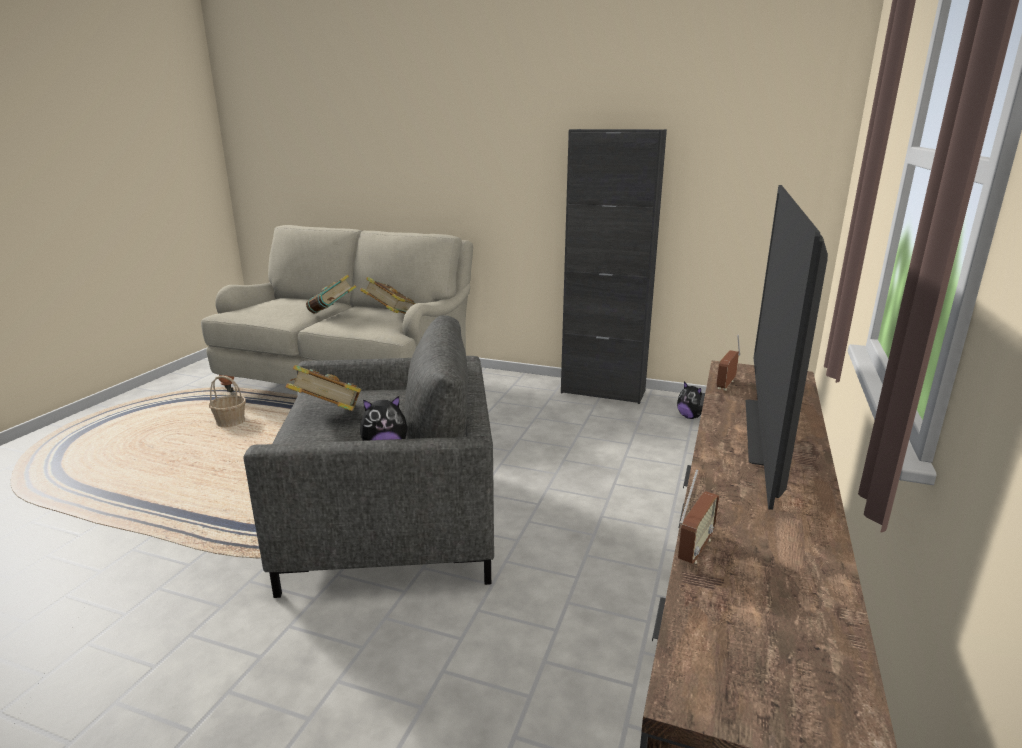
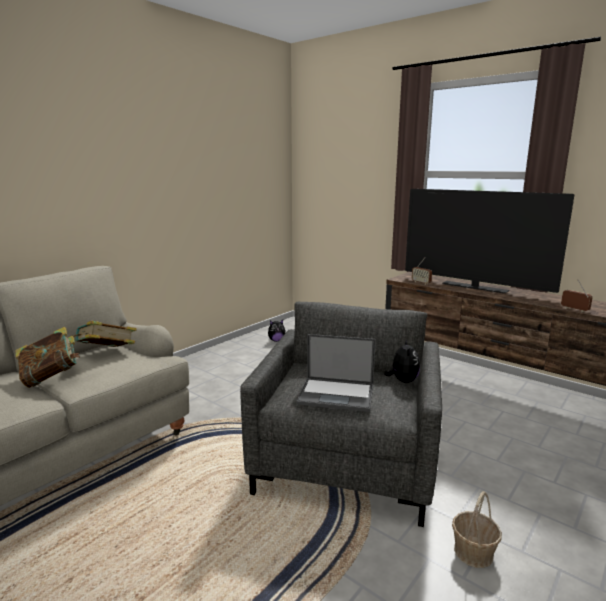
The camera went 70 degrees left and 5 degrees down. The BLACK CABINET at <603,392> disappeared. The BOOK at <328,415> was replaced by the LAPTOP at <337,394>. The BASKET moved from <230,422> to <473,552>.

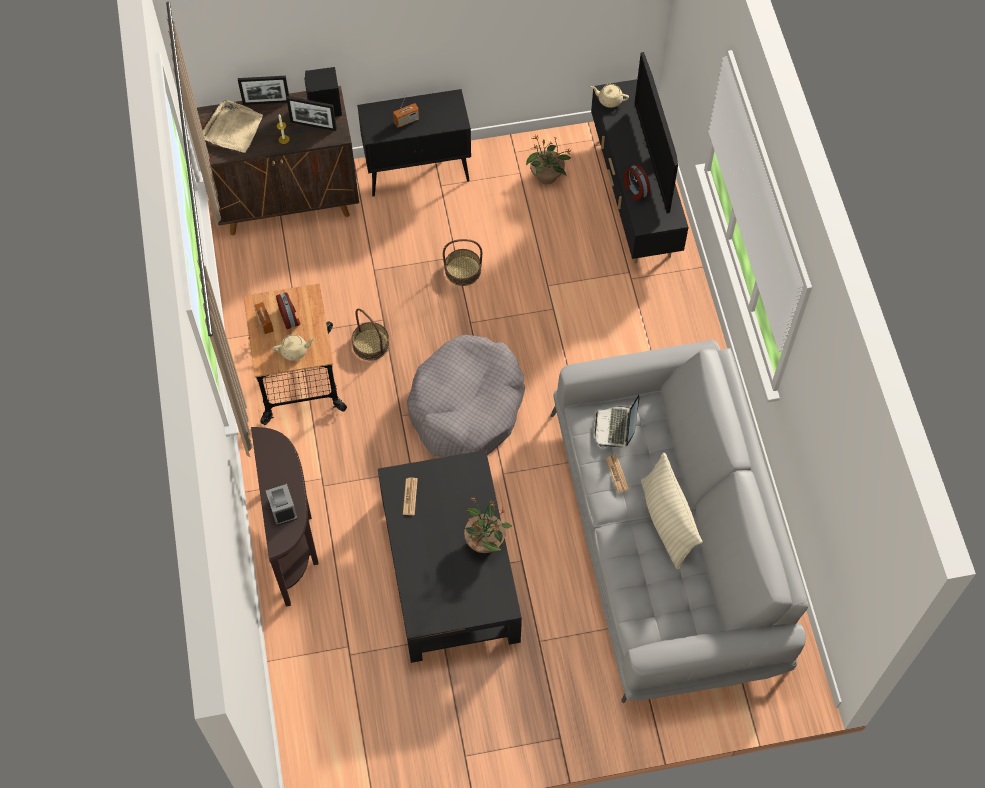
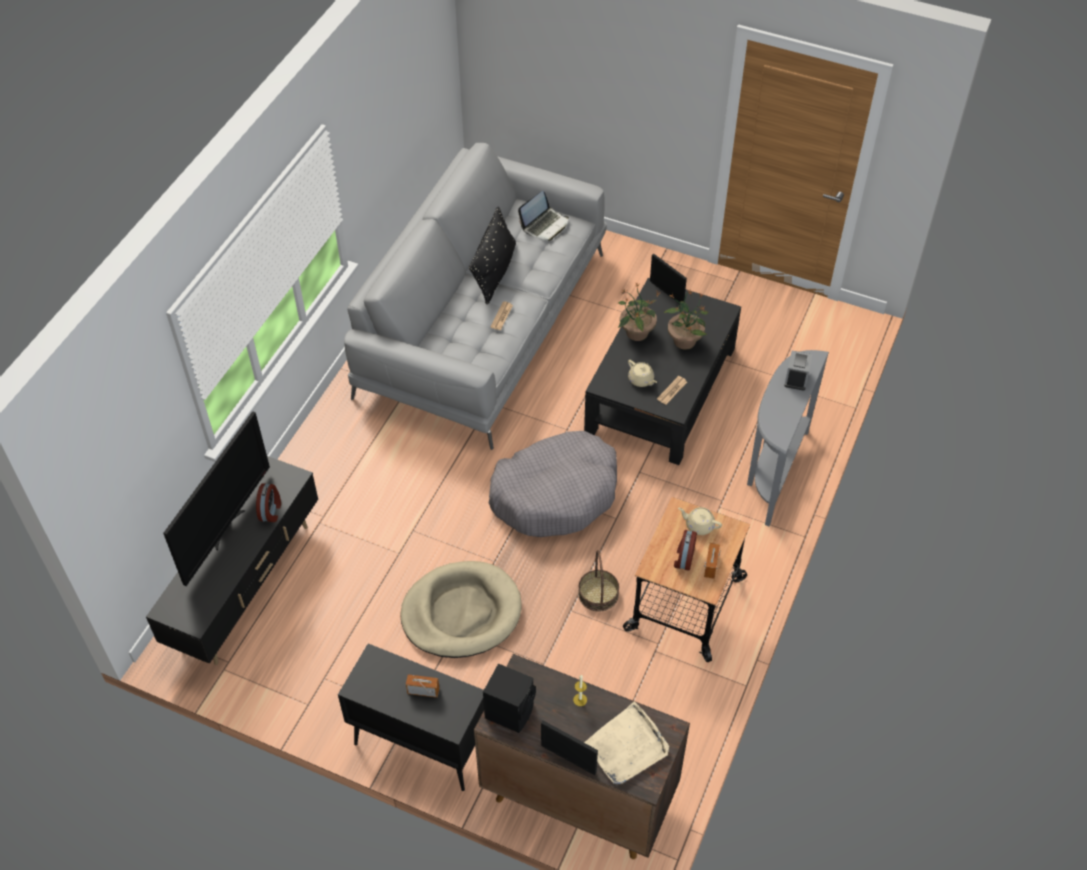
The camera went 145 degrees left and 10 degrees down. The BEIGE TEAPOT moved from <609,100> to <641,380>. The PICTURE FRAME moved from <313,125> to <666,292>. The POTTED PLANT moved from <547,176> to <684,340>. The BASKET at <463,270> was replaced by the BEIGE DOG BED at <461,612>. The LAPTOP moved from <616,427> to <545,225>. The BROWN CONSOLE TABLE at <295,541> became the GREY CONSOLE TABLE at <773,472>. The BEIGE PILLOW at <667,522> became the BLACK PILLOW at <494,272>.

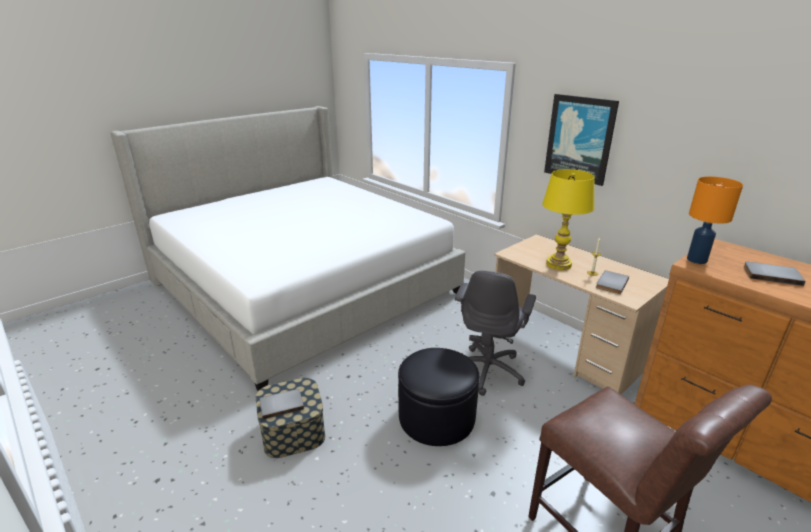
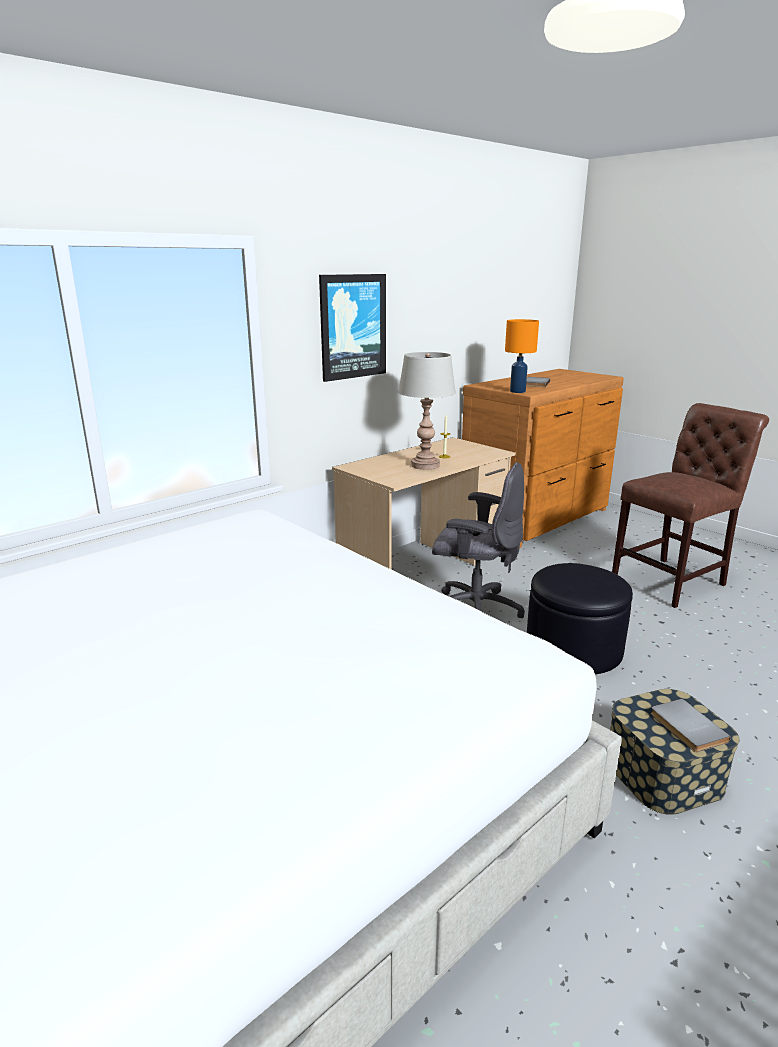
The camera went 90 degrees left and 5 degrees down. The YELLOW TABLE LAMP at <558,264> became the GREY TABLE LAMP at <425,465>. The GREY BOOK at <610,283> disappeared.

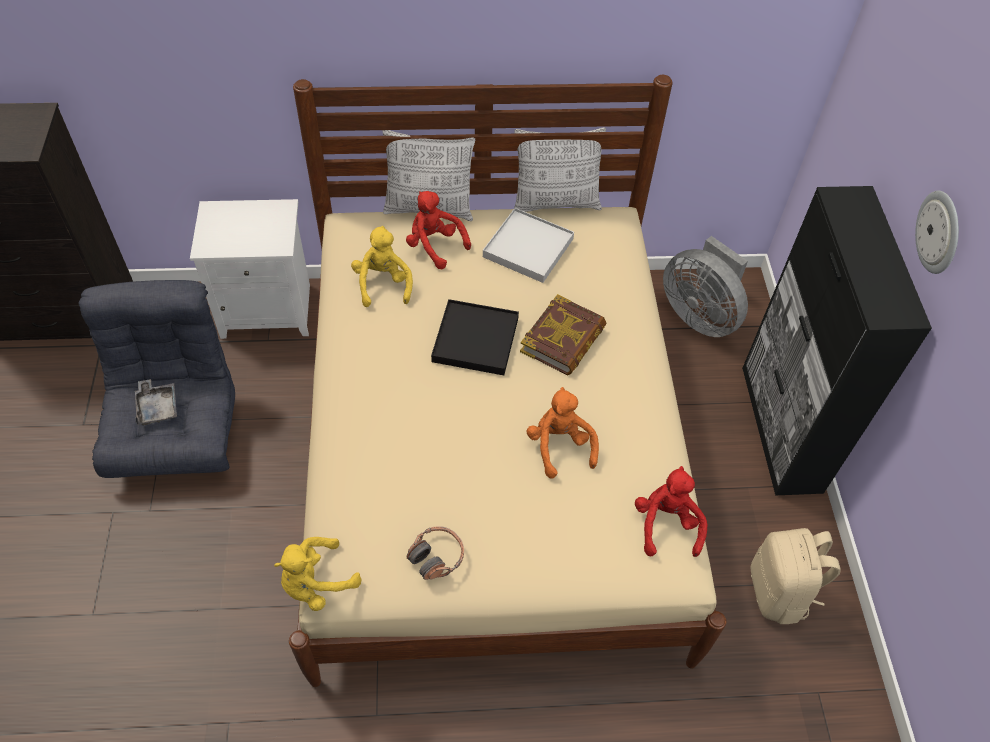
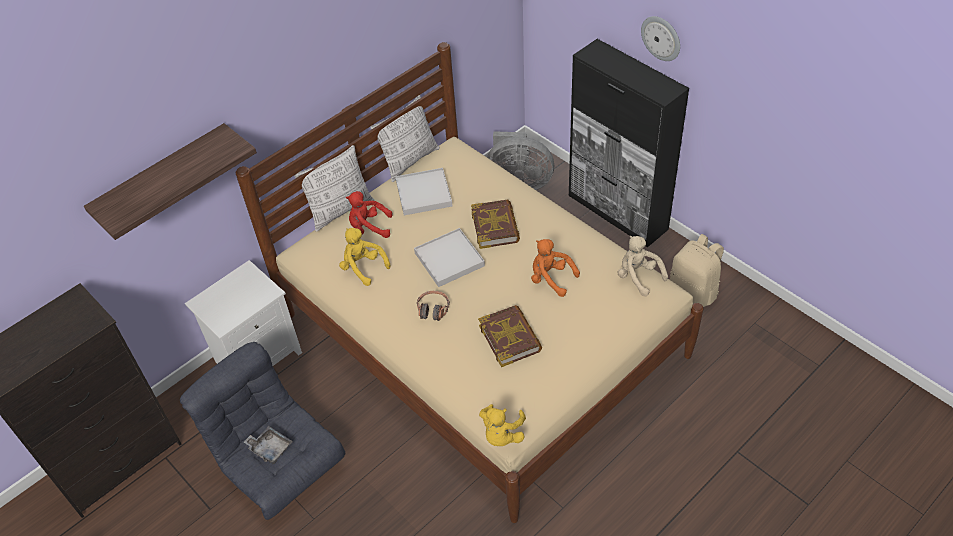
The camera went 35 degrees left and 5 degrees down. The BLACK TRAY at <475,340> became the WHITE TRAY at <449,259>. The RED PLUSH TOY at <666,524> became the BEIGE PLUSH TOY at <638,277>. The HEADPHONES moved from <436,557> to <433,309>. The SHELF at <162,178> appeared. The BOOK at <510,338> appeared.

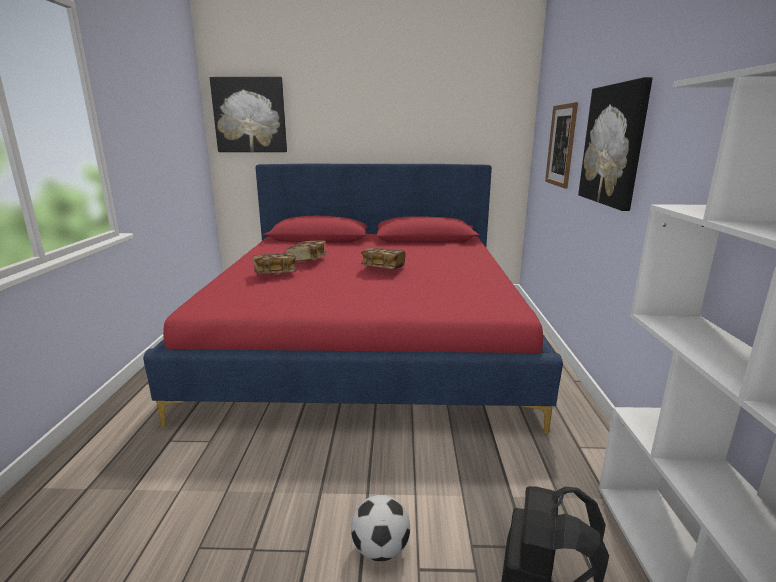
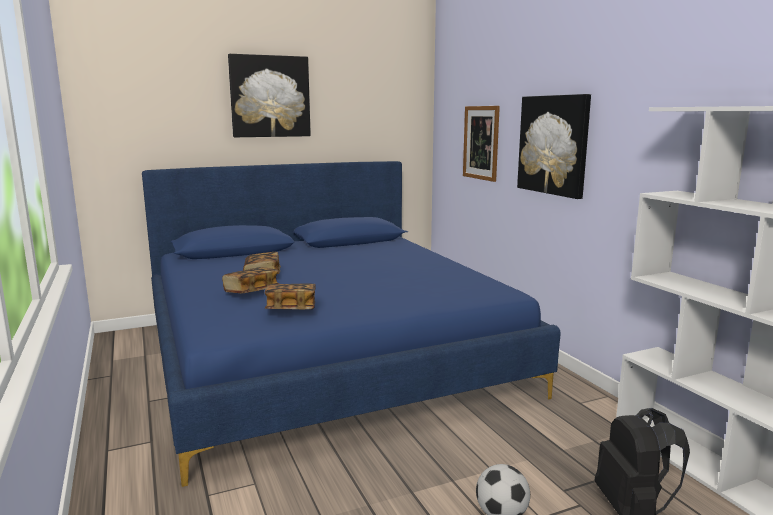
The camera went 25 degrees left and 5 degrees down. The PICTURE moved from <250,115> to <270,96>. The RED BED at <367,341> became the BLUE BED at <326,357>. The BOOK moved from <383,268> to <291,309>.

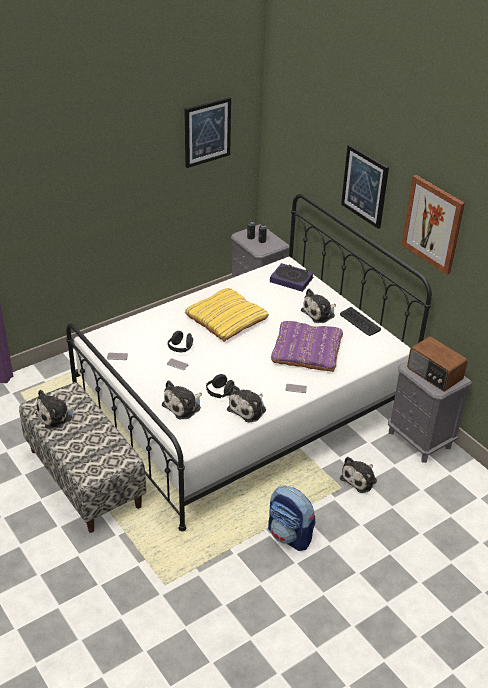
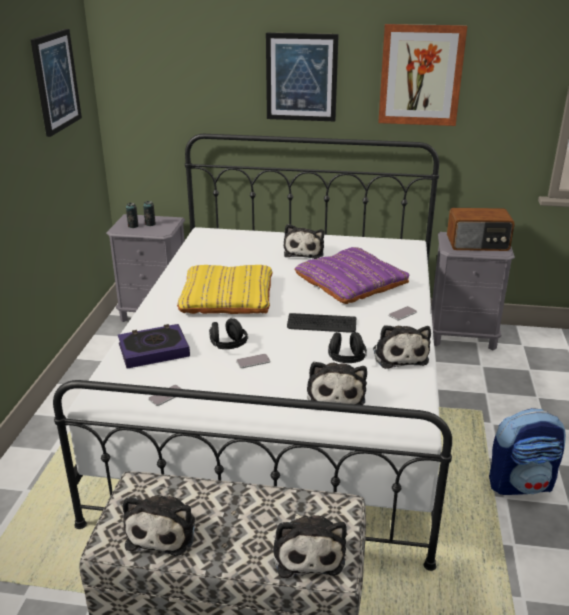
The camera went 45 degrees left and 10 degrees down. The BOOK moved from <291,280> to <153,350>. The KEYBOARD moved from <359,322> to <321,324>. The PLUSH TOY moved from <360,479> to <308,551>.

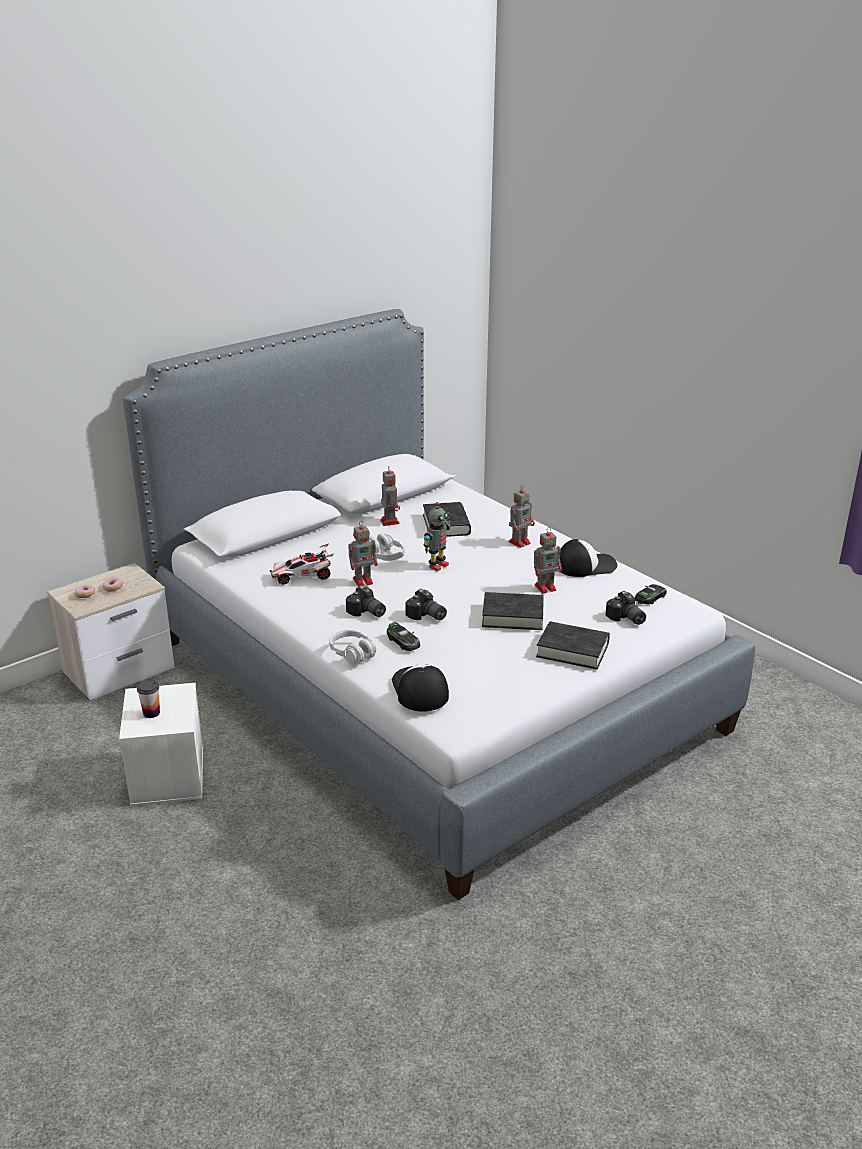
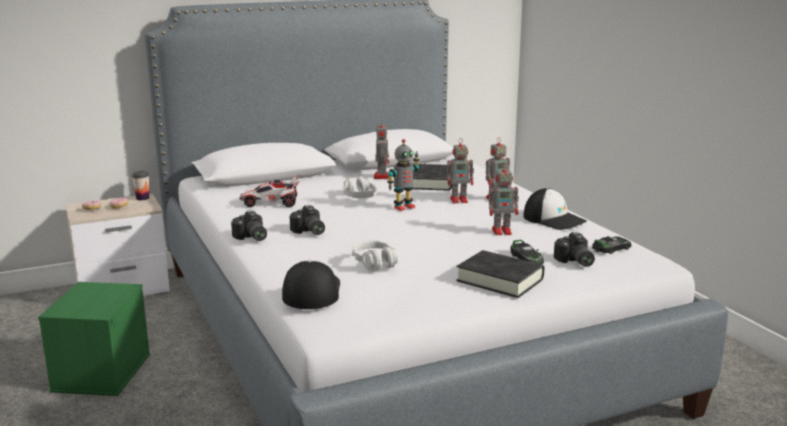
The camera went 15 degrees right and 10 degrees down. The TOY ROBOT moved from <364,581> to <460,200>. The CAP at <585,565> turned 45 degrees clockwise. The PHOTO CAMERA moved from <426,616> to <251,238>. The BLACK BOOK at <512,616> disappeared. The TOY CAR moved from <403,641> to <526,258>. The GREY HEADPHONES moved from <352,653> to <375,263>. The CUP moved from <151,713> to <142,198>. The WHITE STORAGE BOX at <166,775> became the GREEN STORAGE BOX at <101,371>.

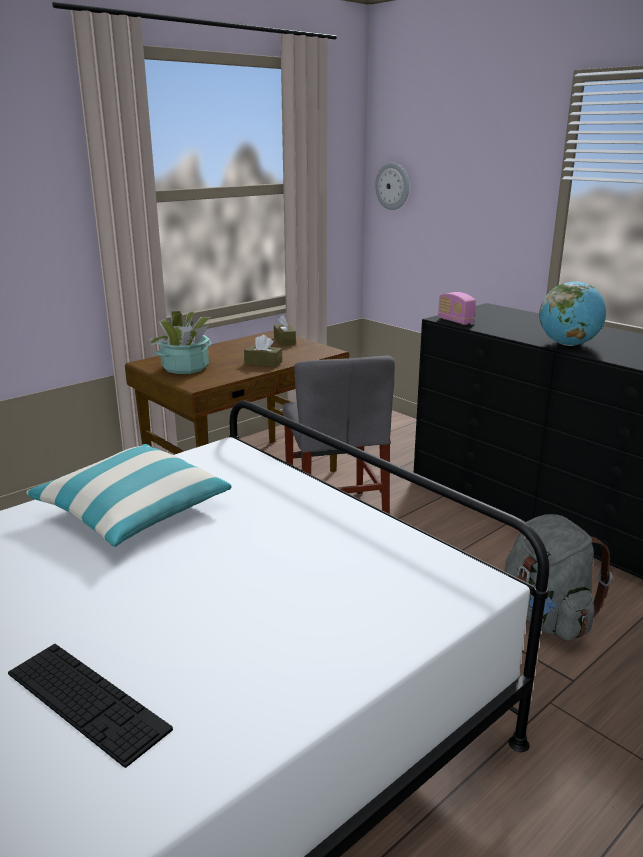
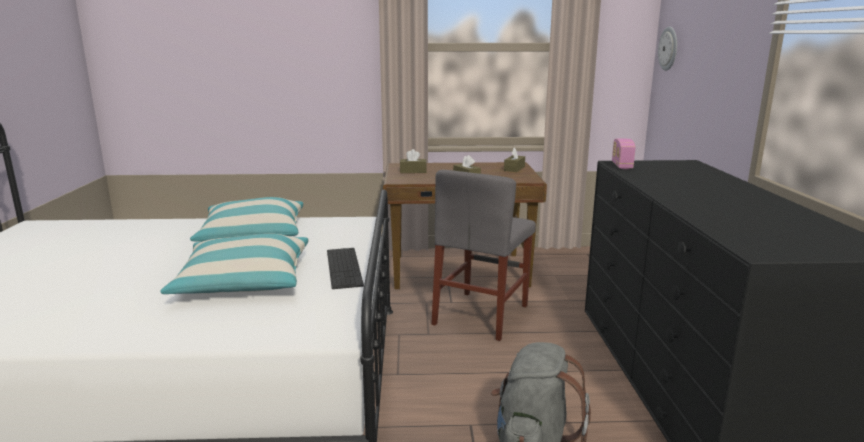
The camera went 40 degrees right and 5 degrees down. The GLOBE at <568,344> disappeared. The POTTED PLANT at <185,368> was replaced by the BROWN TISSUE BOX at <413,171>. The KEYBOARD moved from <86,700> to <344,267>. The PILLOW at <244,281> appeared.

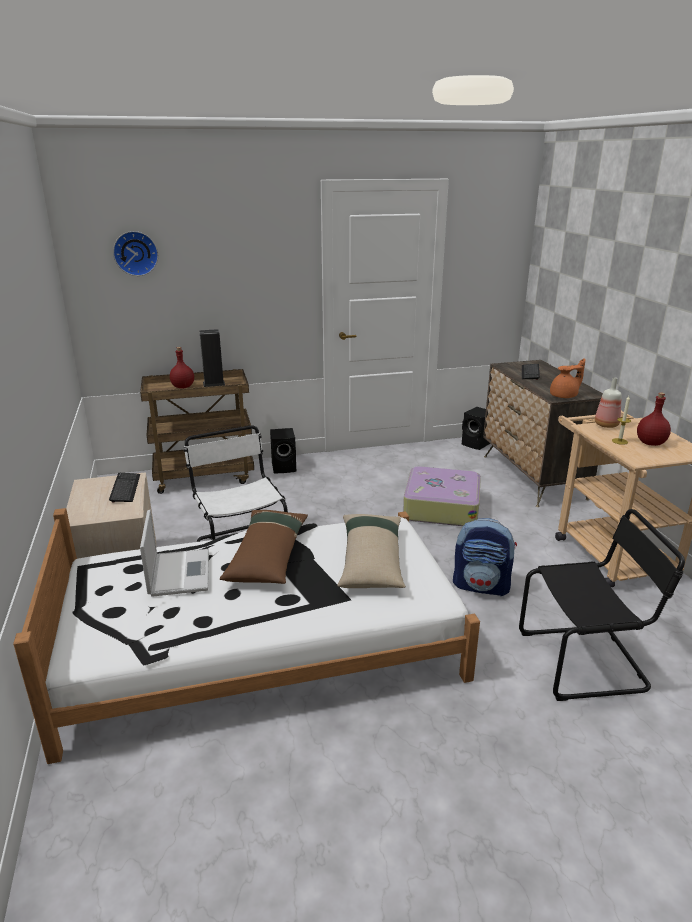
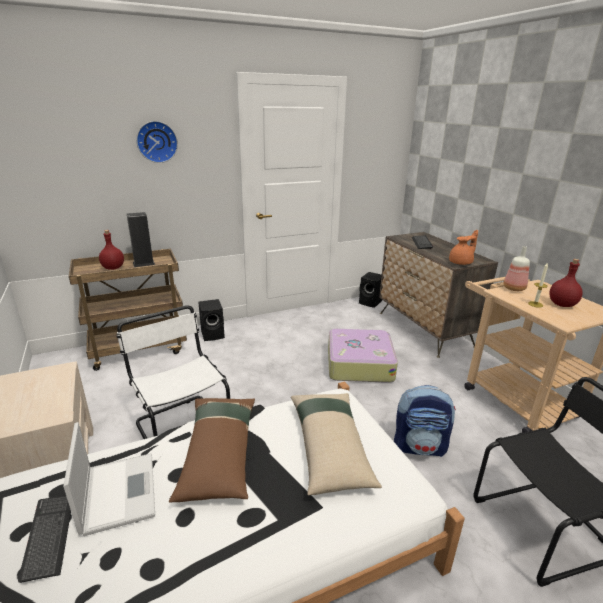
The camera went 10 degrees left and 0 degrees up. The WALL CLOCK moved from <136,253> to <157,142>. The KEYBOARD moved from <125,488> to <49,536>.

